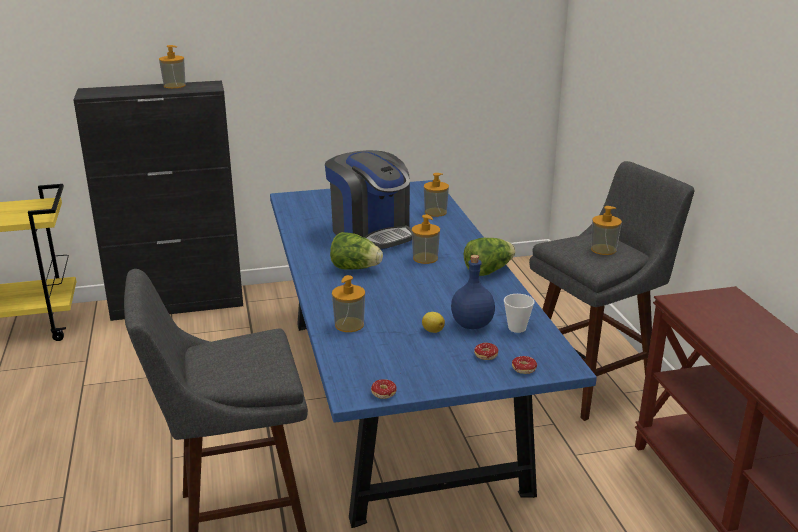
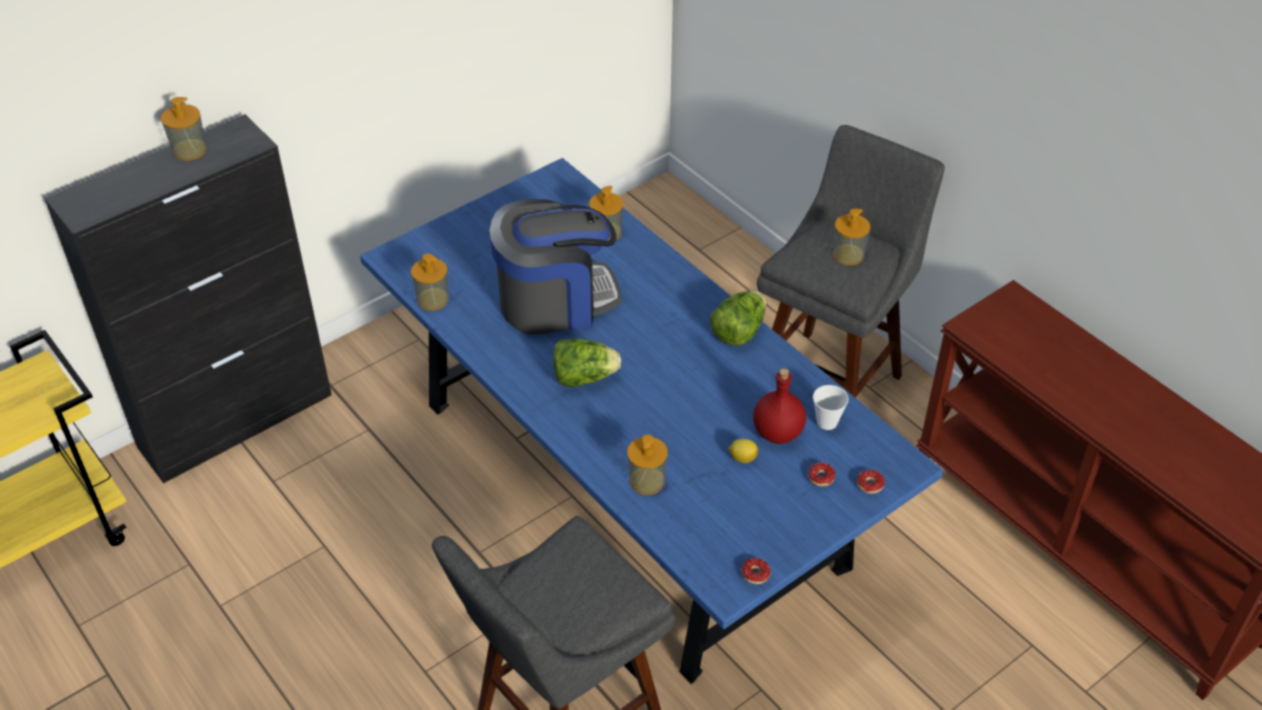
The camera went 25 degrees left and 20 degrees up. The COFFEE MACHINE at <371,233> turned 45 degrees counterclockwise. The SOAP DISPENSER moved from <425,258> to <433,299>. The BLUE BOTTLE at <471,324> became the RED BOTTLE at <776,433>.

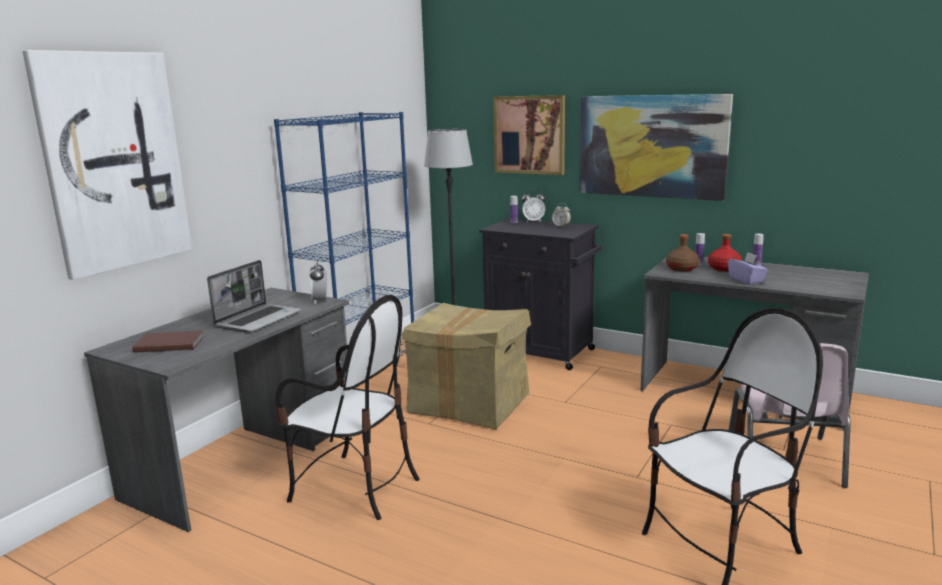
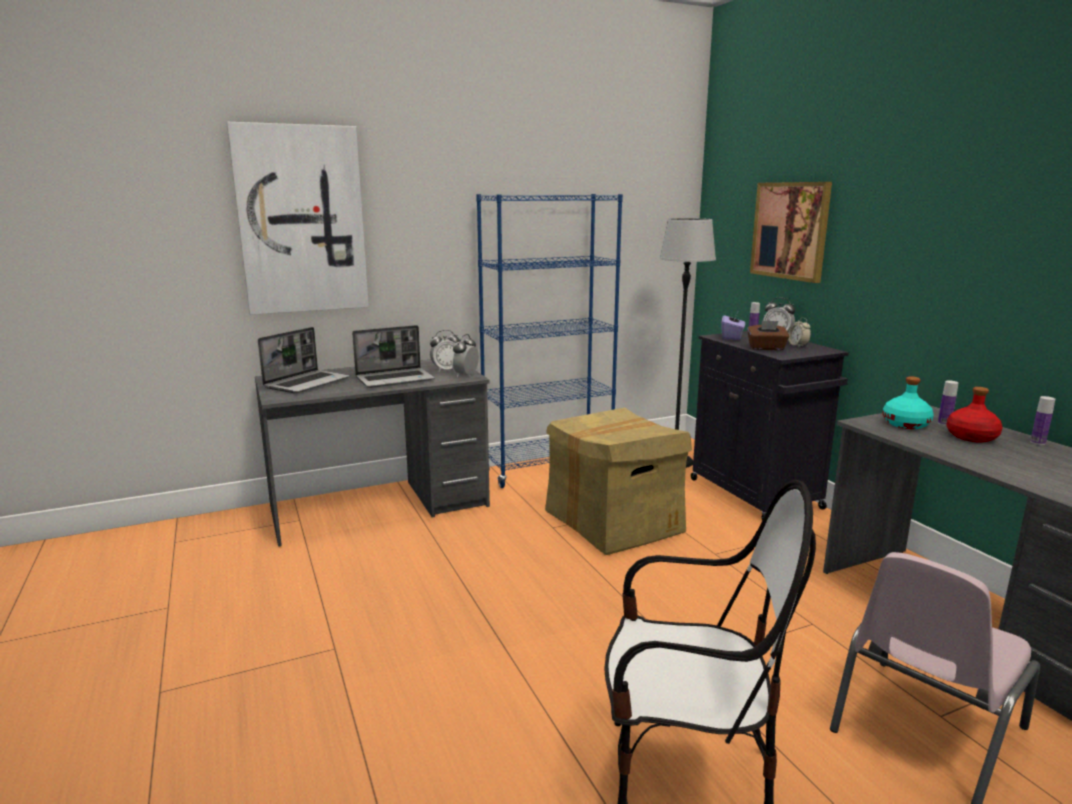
The camera went 35 degrees right and 0 degrees up. The PICTURE at <651,146> disappeared. The BROWN BOTTLE at <682,268> became the TURQUOISE BOTTLE at <906,424>. The PURPLE TISSUE BOX moved from <746,280> to <732,337>. The CHAIR at <354,488> disappeared. The BROWN BOOK at <169,344> was replaced by the LAPTOP at <307,383>. The BROWN TISSUE BOX at <766,348> appeared. The ALARM CLOCK at <446,370> appeared.

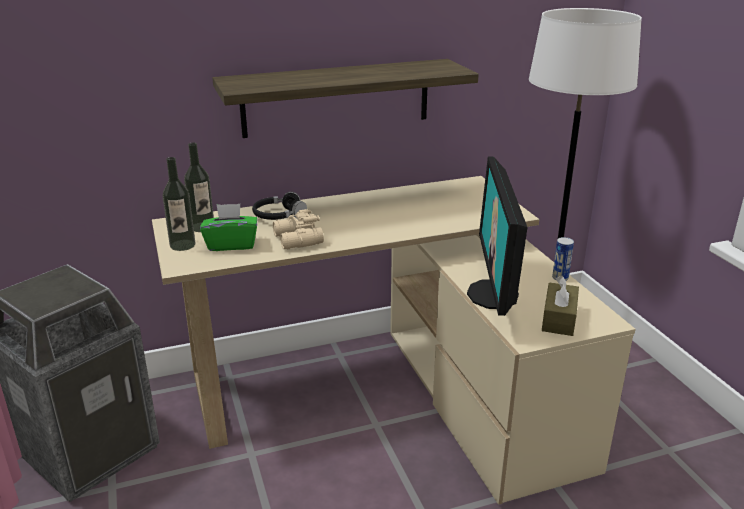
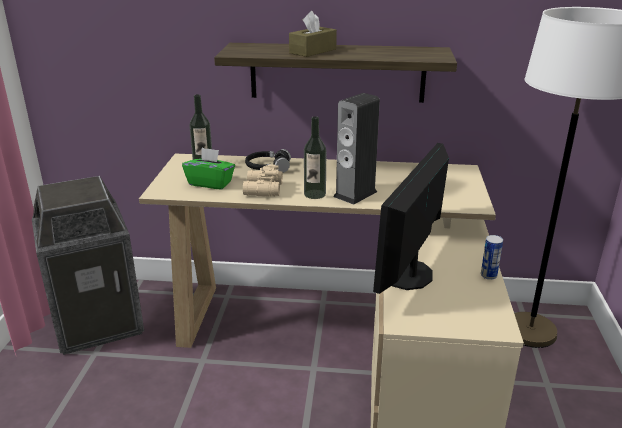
The camera went 25 degrees right and 0 degrees up. The BOTTLE moved from <182,245> to <314,194>. The BROWN TISSUE BOX moved from <559,319> to <313,51>. The SPEAKER at <355,194> appeared.

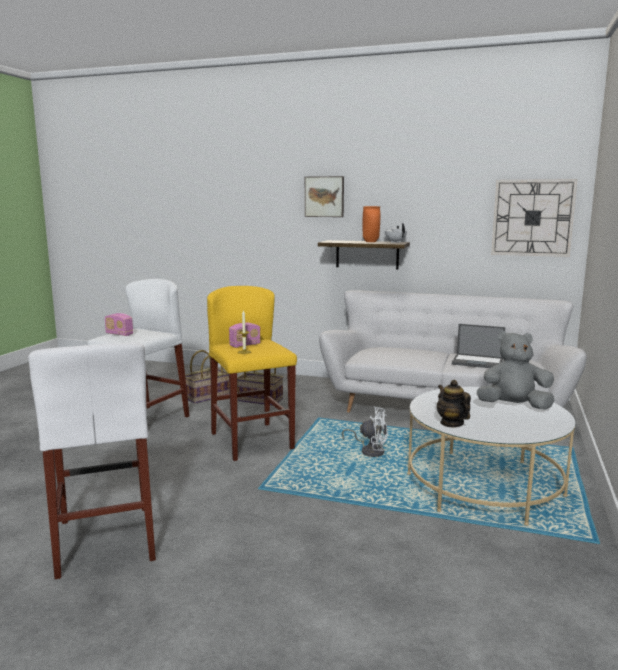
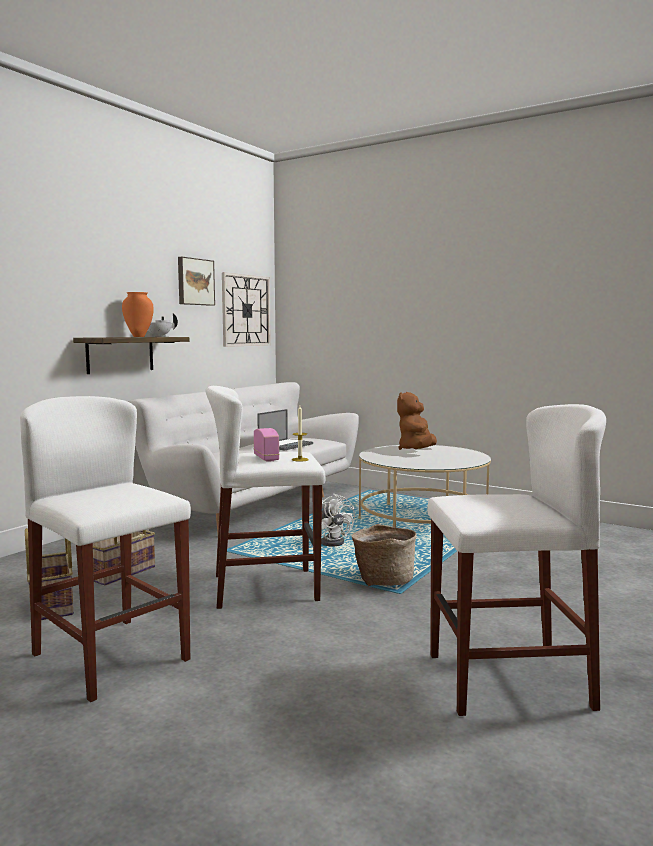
The camera went 75 degrees left and 5 degrees down. The PICTURE moved from <324,196> to <195,282>. The YELLOW STOOL at <252,441> became the WHITE STOOL at <266,587>. The RADIO at <119,334> disappeared. The GREY PLUSH TOY at <513,406> became the BROWN PLUSH TOY at <417,450>. The TEAPOT at <451,423> disappeared. The WHITE FAN at <370,451> turned 120 degrees clockwise. The BASKET at <383,580> appeared.

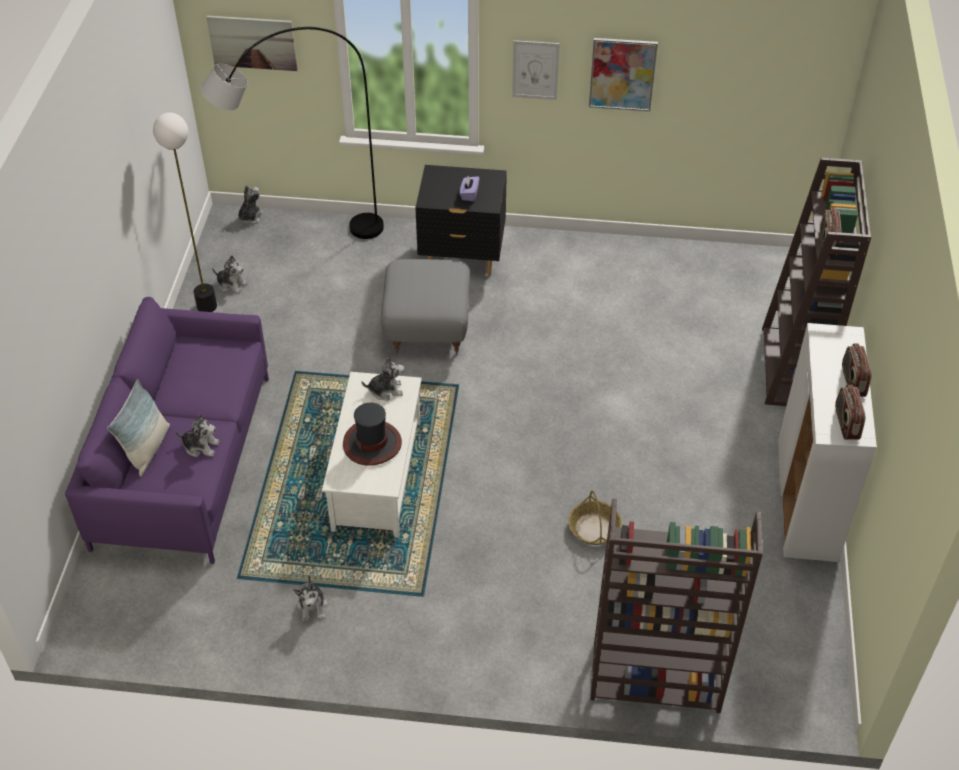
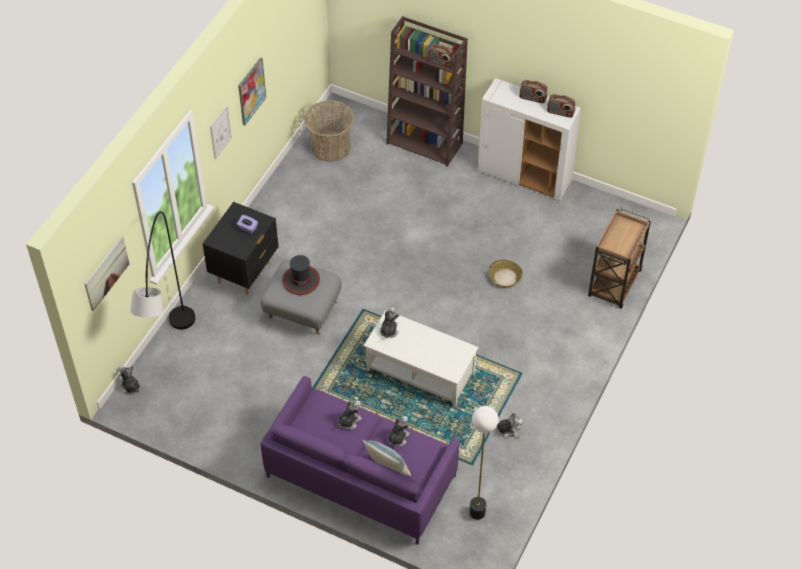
The camera went 70 degrees left and 5 degrees up. The FLOOR LAMP moved from <206,306> to <477,512>. The PLUSH TOY moved from <232,284> to <349,421>. The HAT moved from <372,443> to <301,280>. The BROWN BOOKCASE at <654,677> was replaced by the BROWN CART at <614,285>. The BASKET at <330,146> appeared.

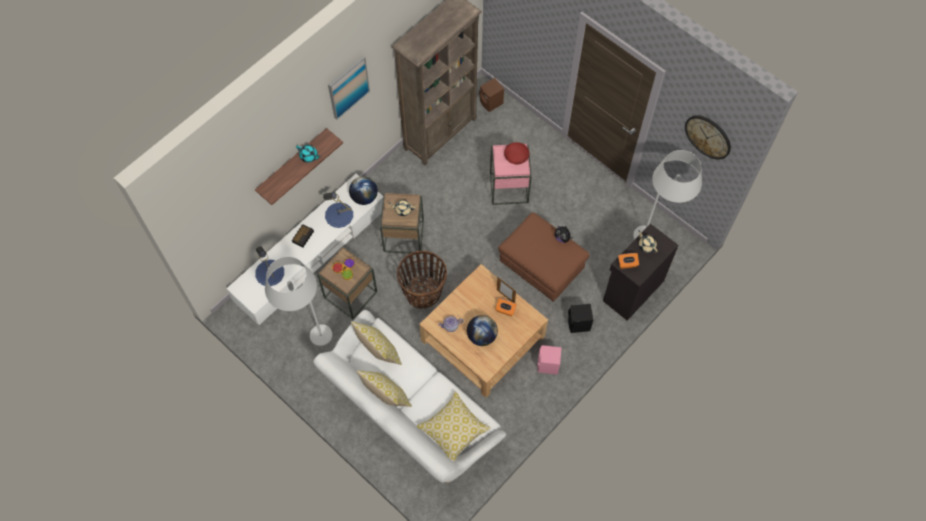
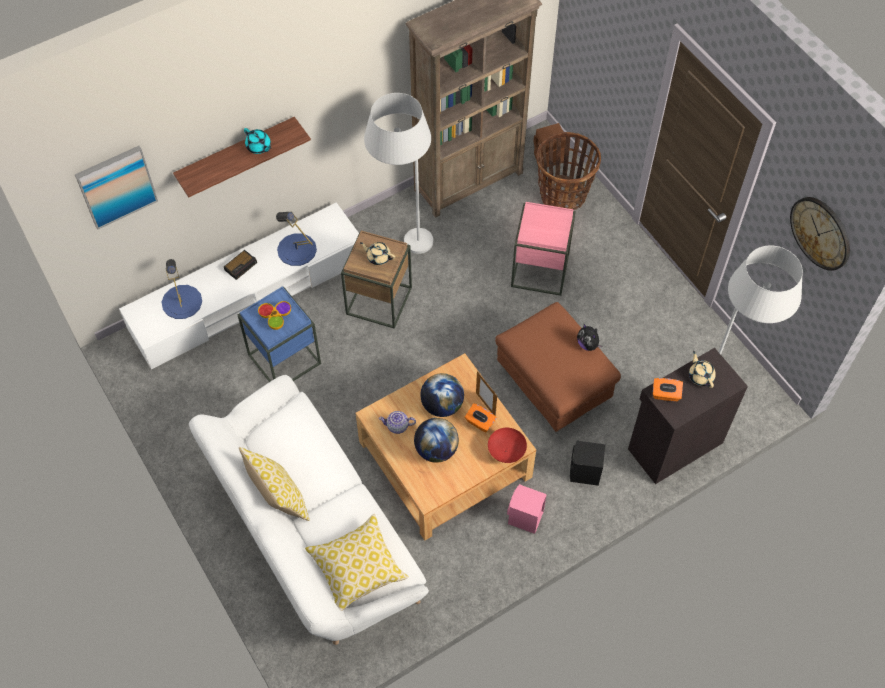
The camera went 15 degrees right and 5 degrees down. The PICTURE moved from <348,87> to <116,186>. The RED BOWL moved from <515,158> to <505,451>. The GLOBE moved from <364,197> to <442,405>. The BROWN SIDE TABLE at <350,294> became the BLUE SIDE TABLE at <284,359>. The BASKET moved from <423,292> to <563,194>. The WHITE FLOOR LAMP moved from <308,336> to <402,239>. The PILLOW at <378,351> disappeared.

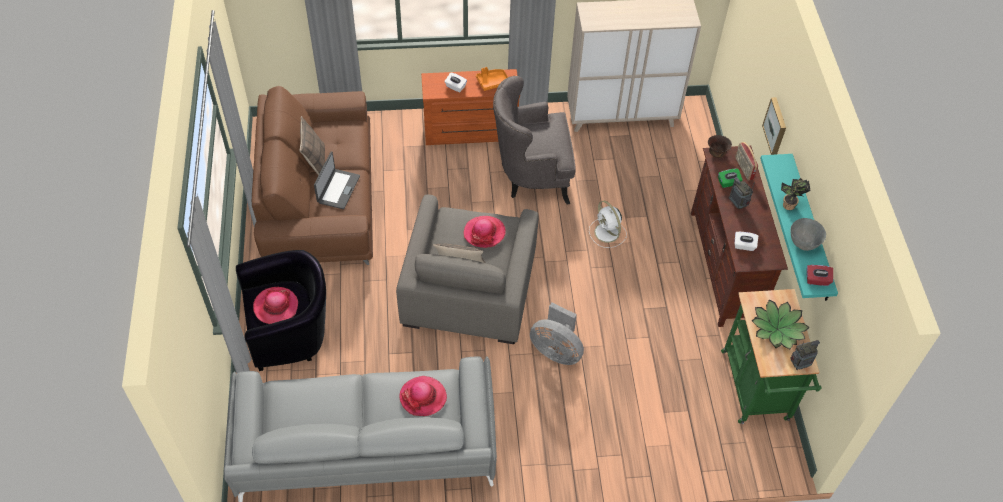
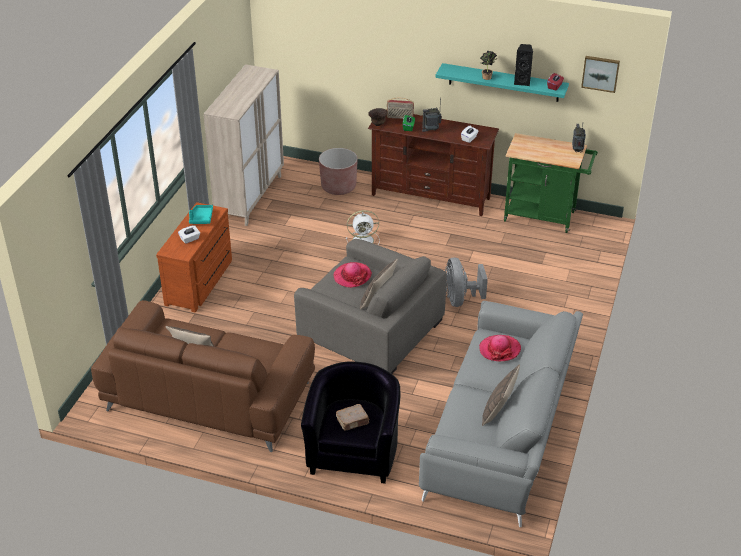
The camera went 65 degrees left and 15 degrees down. The ORANGE TRAY at <492,82> became the TURQUOISE TRAY at <201,218>. The GREY ARMCHAIR at <531,176> disappeared. The PICTURE moved from <776,126> to <600,73>. The LAPTOP at <338,189> disappeared. The GREY BOWL at <804,243> was replaced by the BLACK SPEAKER at <522,82>. The HAT at <276,306> was replaced by the BROWN BOOK at <353,421>. The POTTED PLANT at <777,329> disappeared. The GREY FAN at <556,350> turned 120 degrees clockwise. The BROWN PLANTER at <338,187> appeared. The PILLOW at <498,412> appeared.

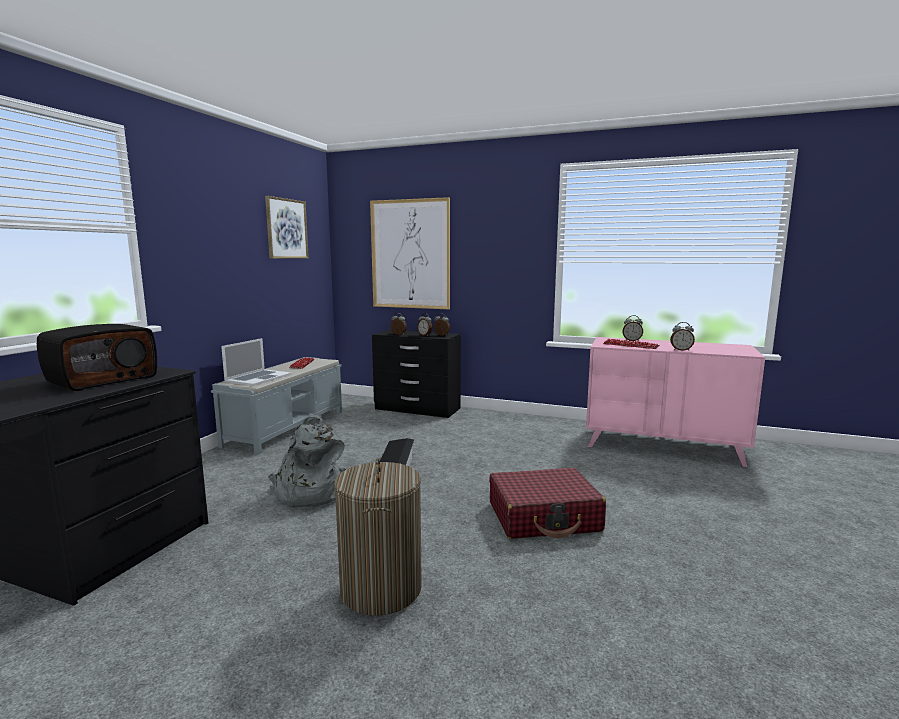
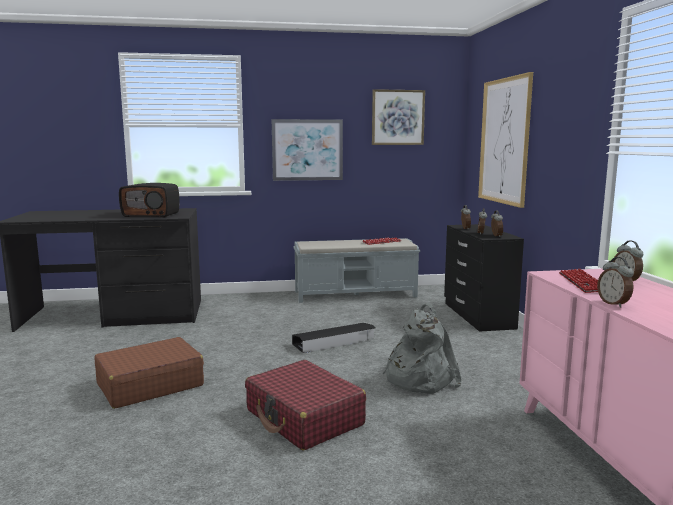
The camera went 60 degrees right and 0 degrees up. The LAPTOP at <258,378> disappeared. The GREY BACKPACK moved from <309,493> to <419,379>. The LAUNDRY BASKET at <381,589> was replaced by the BROWN SUITCASE at <149,385>. The PICTURE at <307,150> appeared.

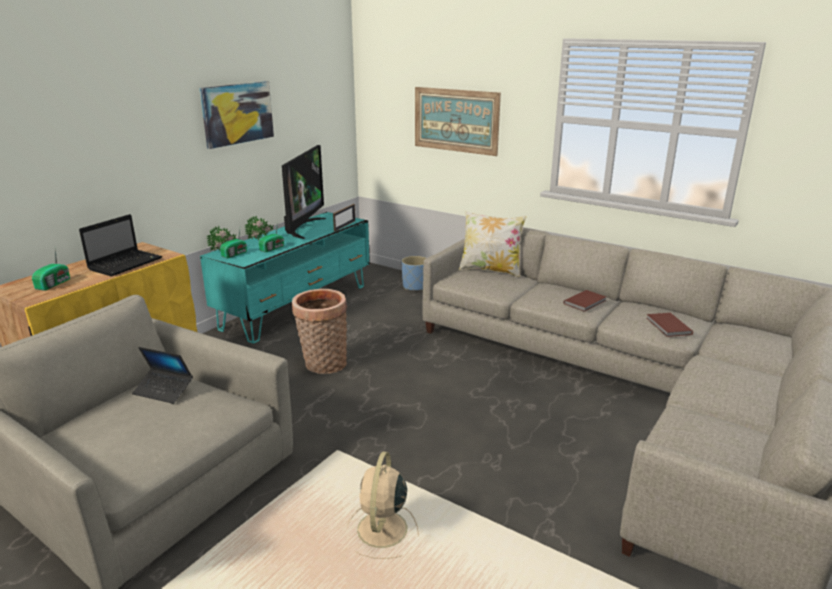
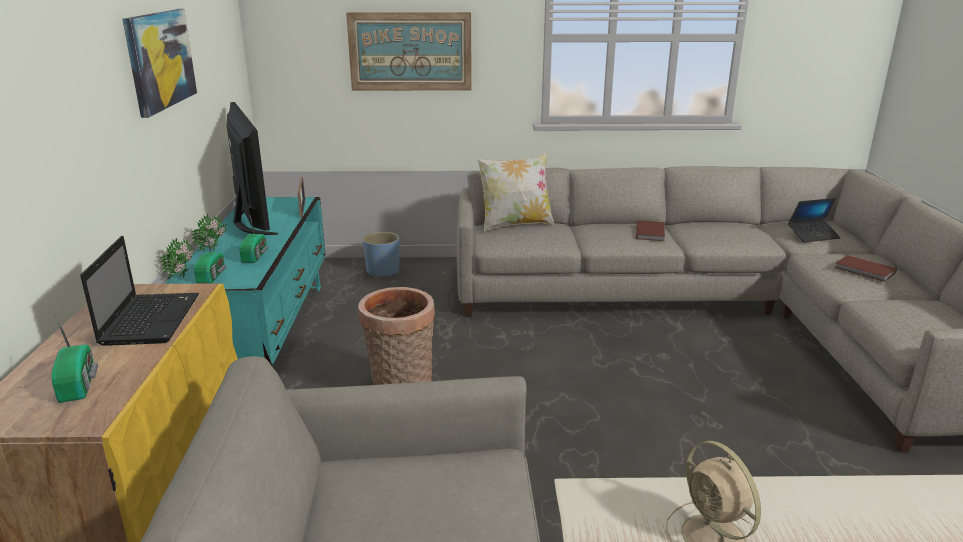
The camera went 35 degrees left and 0 degrees up. The BROWN BOOK moved from <668,326> to <865,271>. The LAPTOP moved from <163,390> to <813,235>.

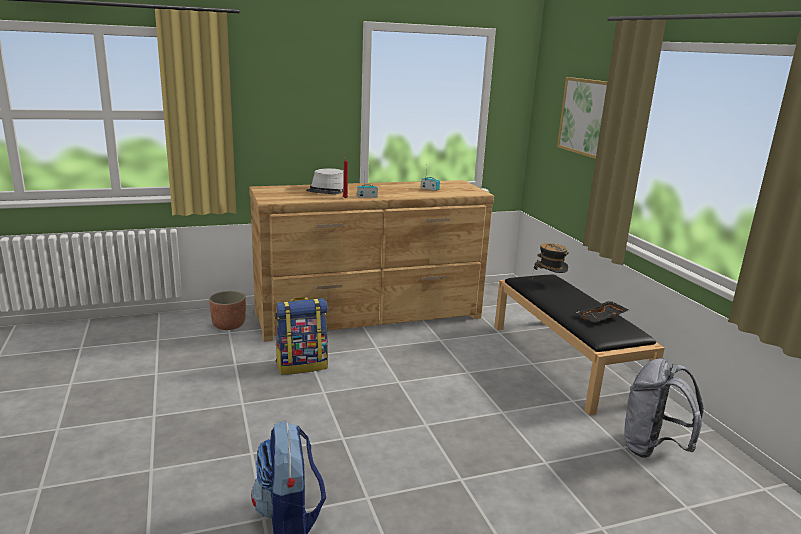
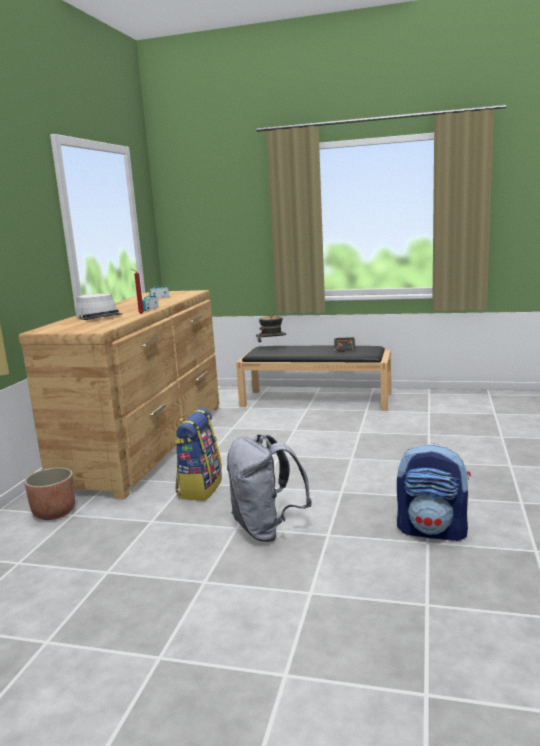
The camera went 55 degrees left and 5 degrees down. The PICTURE at <585,117> disappeared. The GREY BACKPACK moved from <652,448> to <267,529>.

